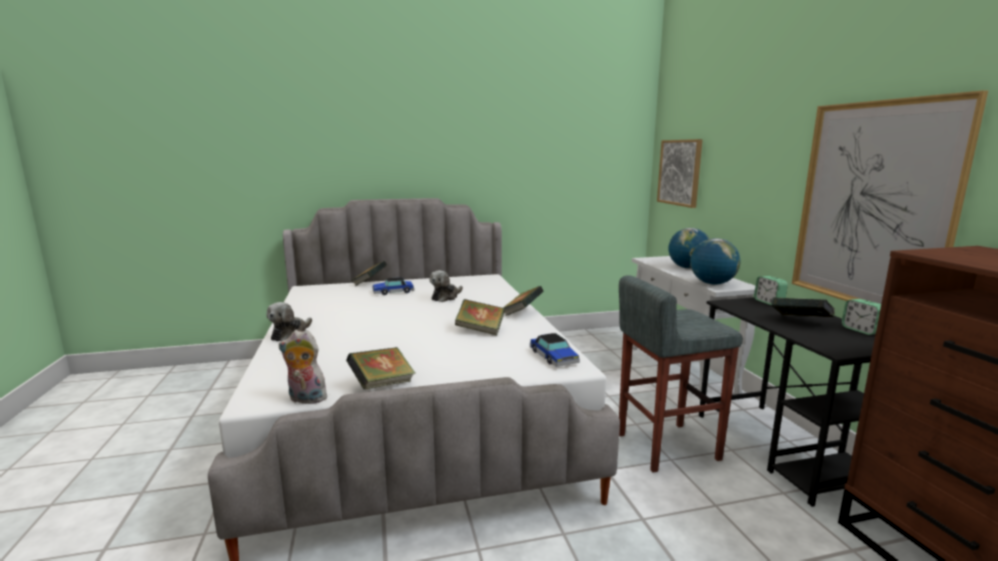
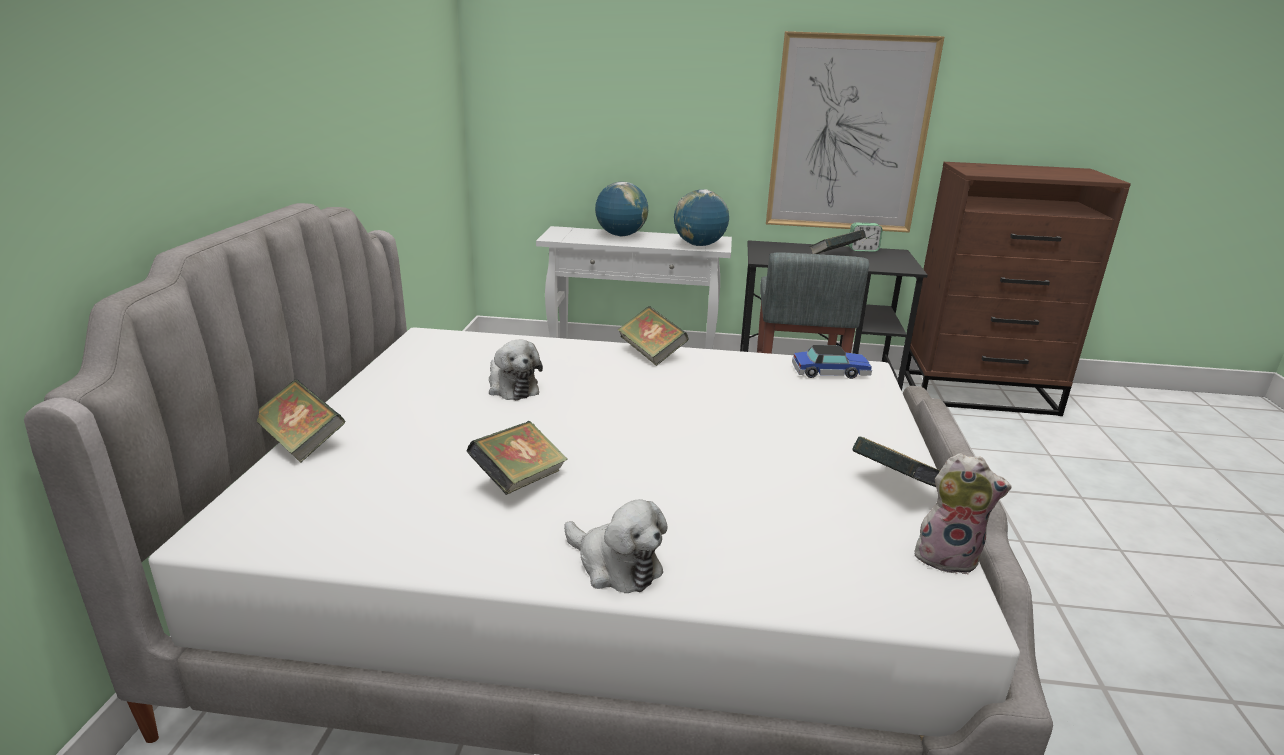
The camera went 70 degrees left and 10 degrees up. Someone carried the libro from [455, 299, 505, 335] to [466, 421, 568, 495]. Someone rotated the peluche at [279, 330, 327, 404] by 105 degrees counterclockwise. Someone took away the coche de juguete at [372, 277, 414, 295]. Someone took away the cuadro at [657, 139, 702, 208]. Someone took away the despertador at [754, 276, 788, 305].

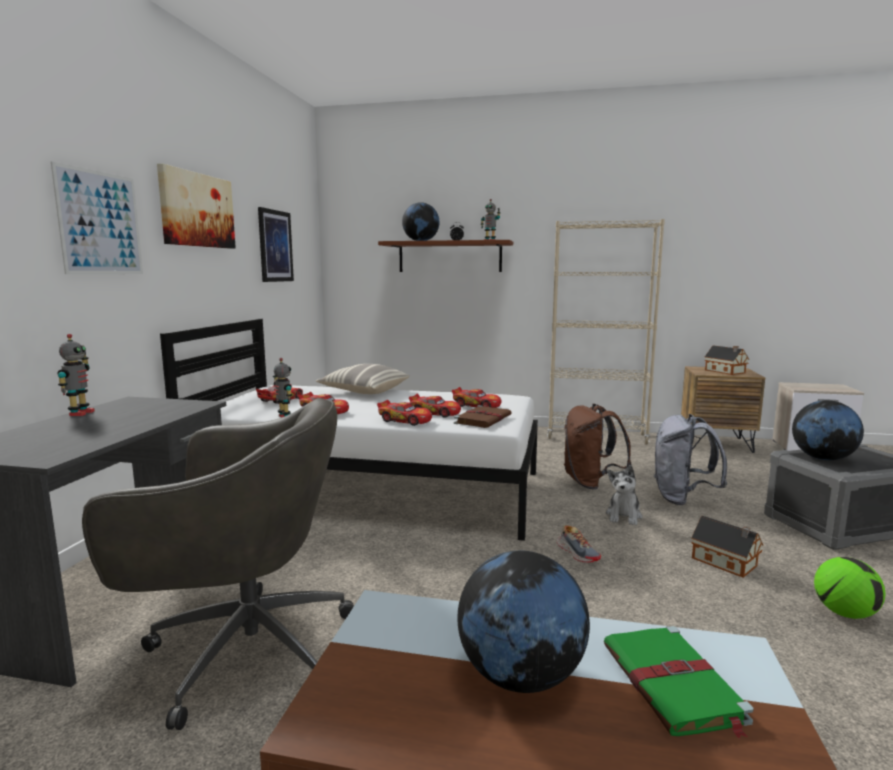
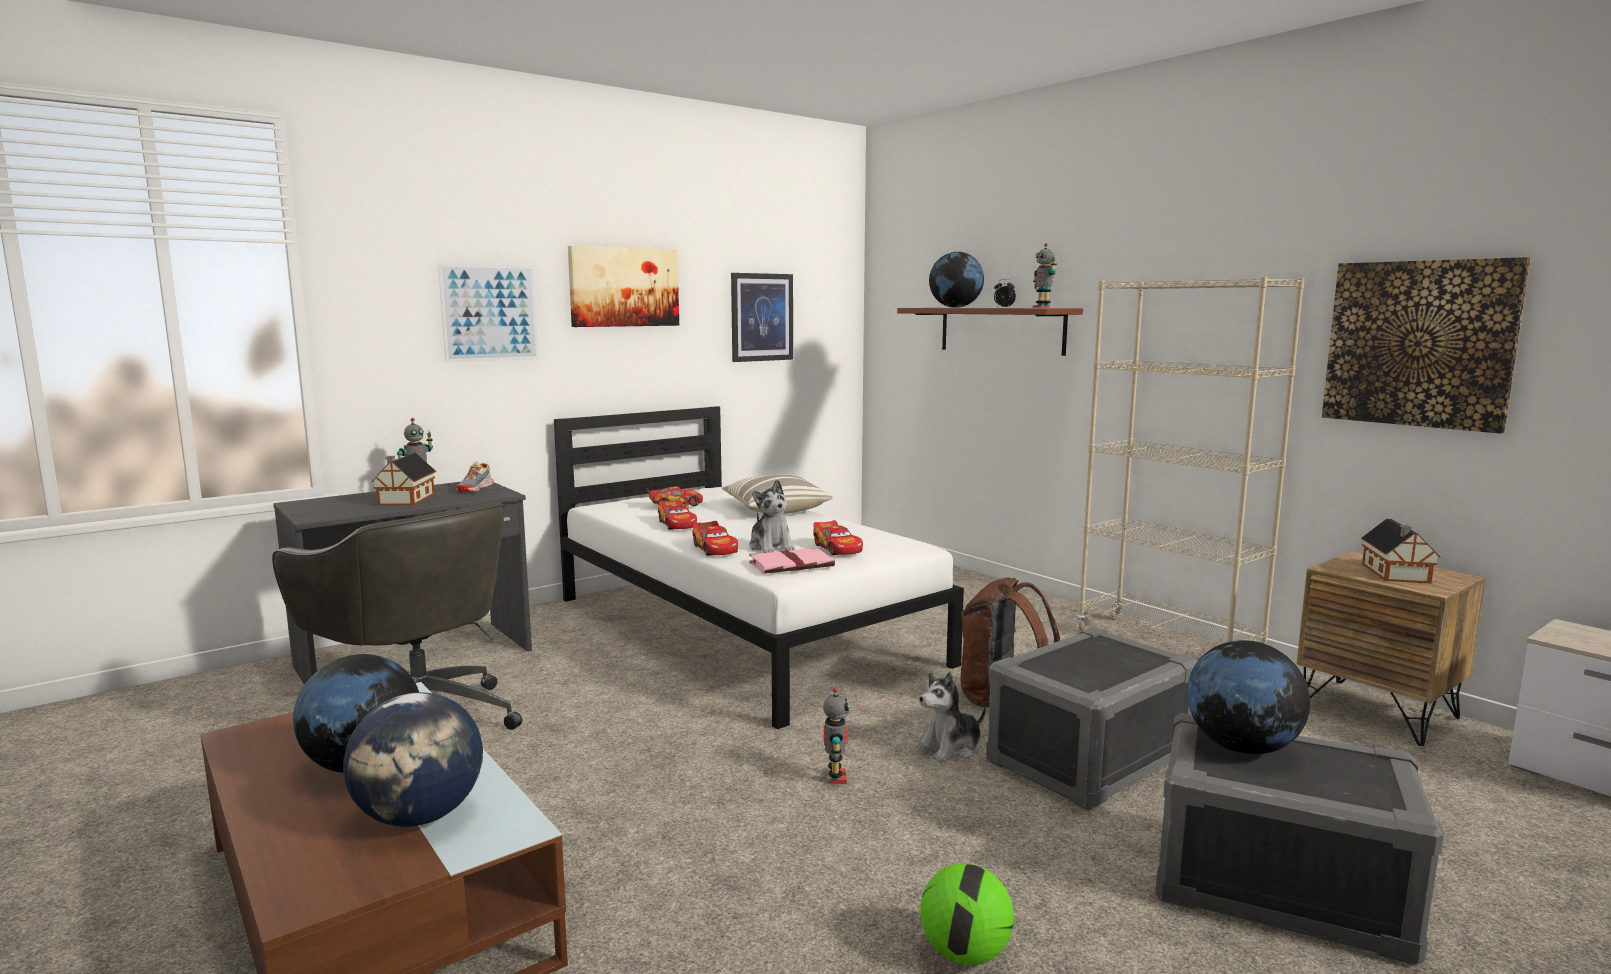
The camera went 40 degrees right and 0 degrees up. Someone swapped the libro [verde] at [604, 626, 754, 739] for the globo terráqueo at [343, 692, 483, 827]. Someone carried the casita from [691, 516, 763, 578] to [371, 453, 436, 505]. Someone carried the zapato from [557, 525, 601, 563] to [457, 461, 494, 492]. Someone swapped the coche de juguete at [409, 394, 461, 418] for the peluche at [749, 480, 795, 553]. Someone repainted the libro [marrón] at [454, 405, 512, 428], which became the libro [rosa] at [749, 547, 835, 574]. Someone carried the robot de juguete from [273, 358, 292, 417] to [823, 687, 850, 784]. Someone swapped the mochila [gris] at [654, 414, 727, 505] for the caja de almacenaje [gris] at [986, 627, 1197, 811]. Someone put up the cuadro at [1322, 257, 1531, 434].

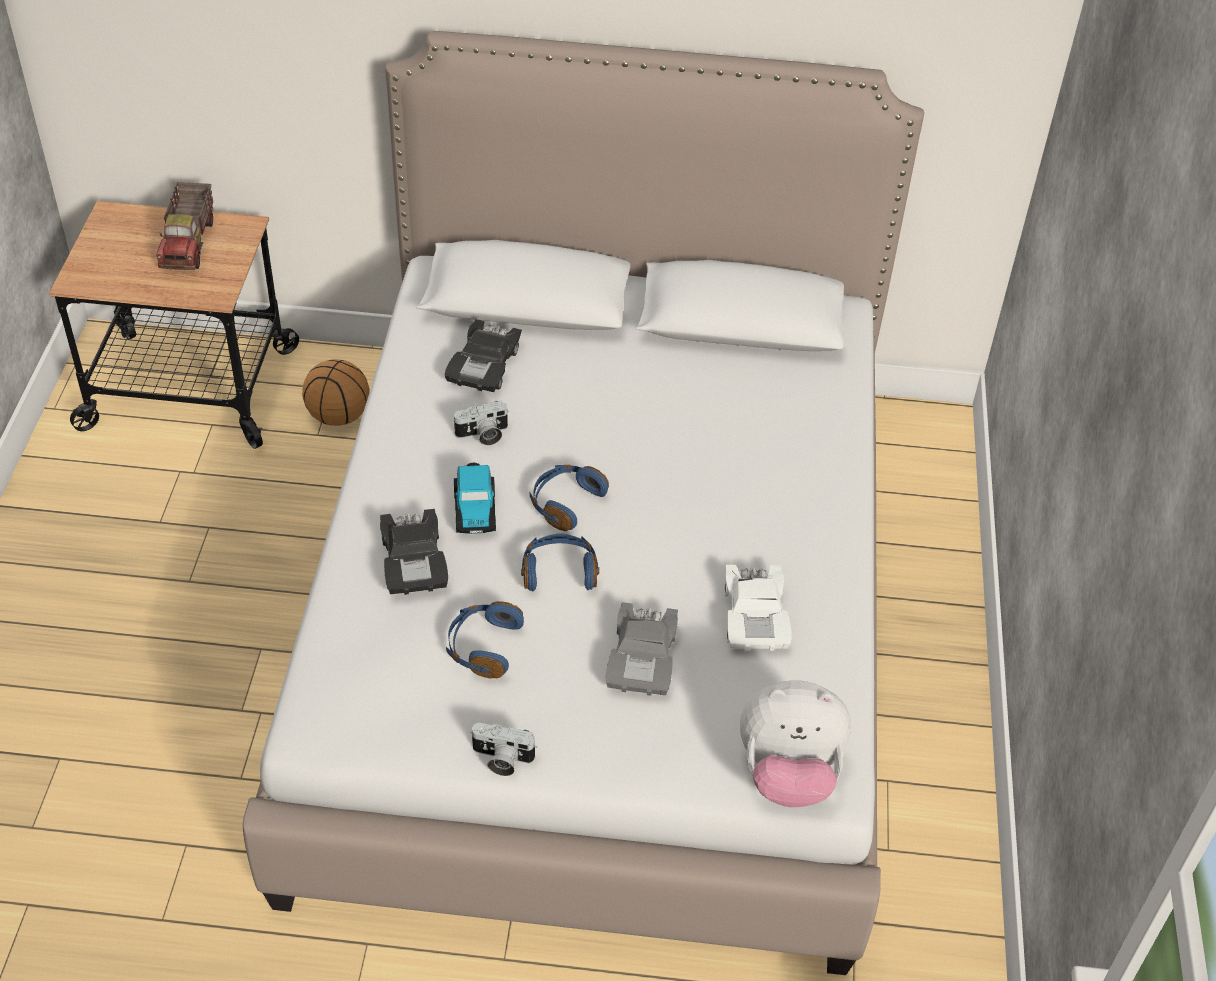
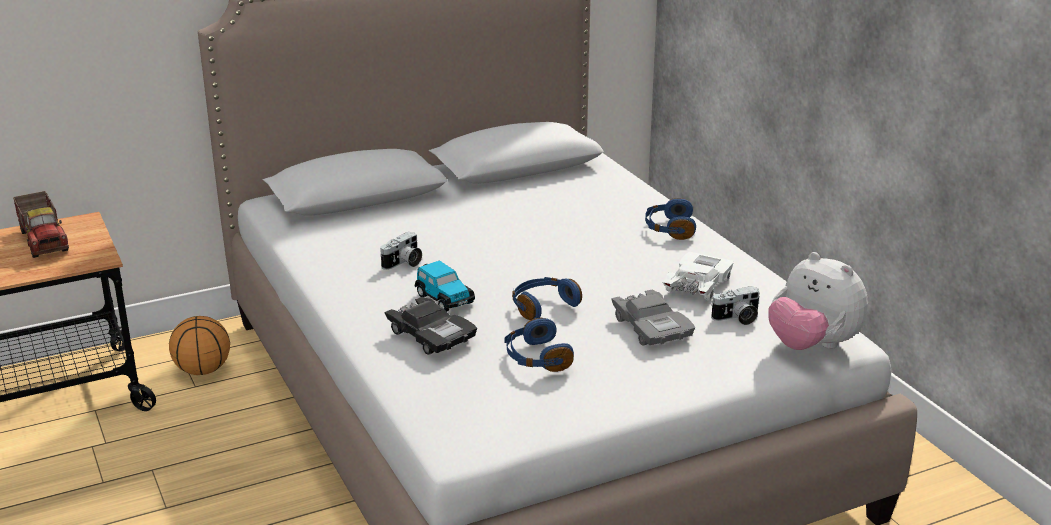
The camera went 30 degrees left and 20 degrees down. Someone carried the auriculares [azul] from [530, 465, 609, 531] to [645, 198, 696, 240]. Someone rotated the coche de juguete [blanco] at [724, 565, 792, 651] by 120 degrees counterclockwise. Someone carried the cámara from [470, 723, 537, 776] to [711, 286, 760, 325]. Someone rotated the peluche at [740, 680, 851, 807] by 75 degrees clockwise. Someone took away the coche de juguete [negro] at [445, 319, 522, 392].

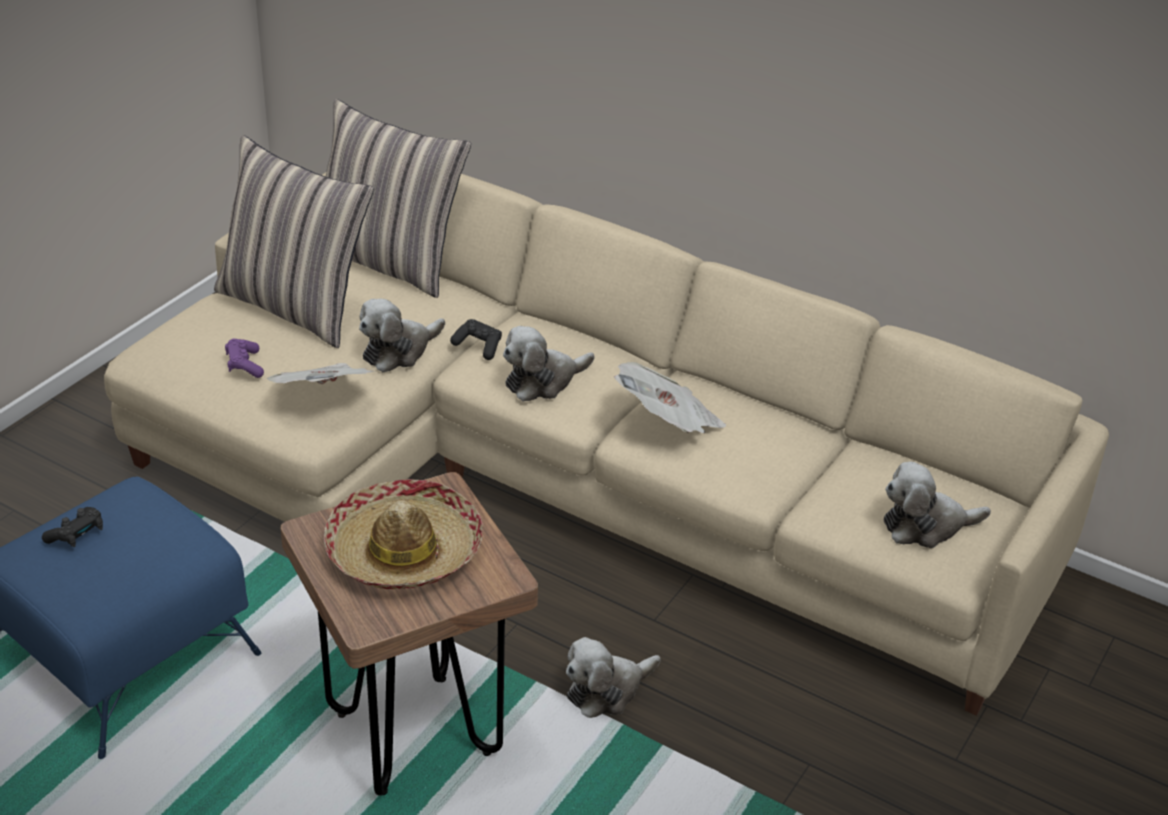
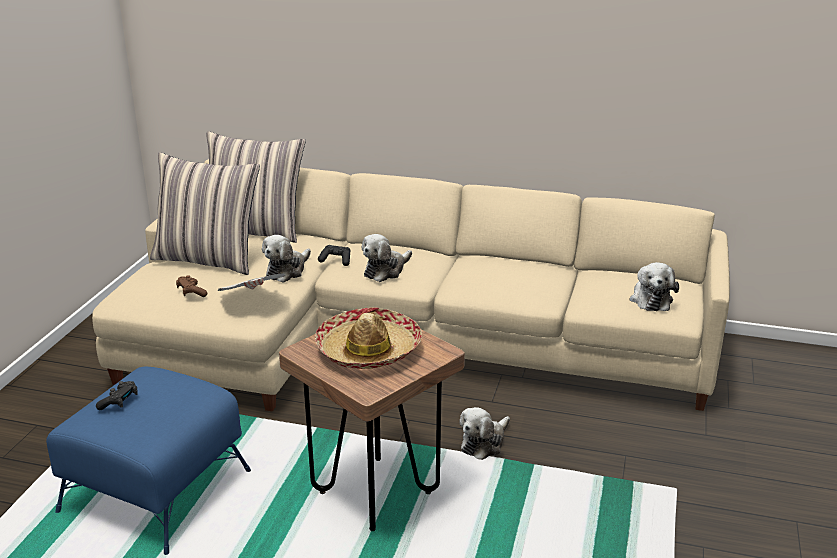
The camera went 15 degrees left and 10 degrees down. Someone repainted the mando de consola [morado] at [225, 338, 264, 378], which became the mando de consola [marrón] at [176, 275, 207, 297]. Someone rotated the peluche at [884, 462, 991, 548] by 60 degrees counterclockwise. Someone took away the periódico at [614, 362, 726, 433].

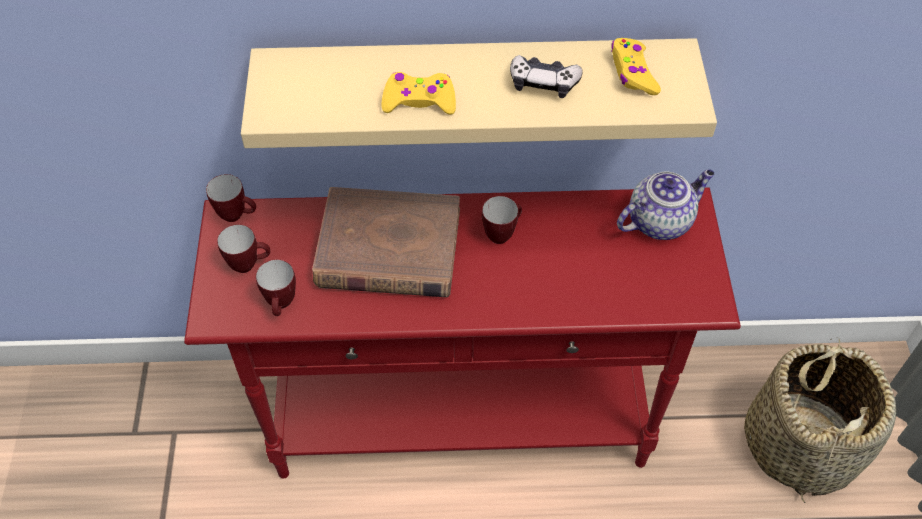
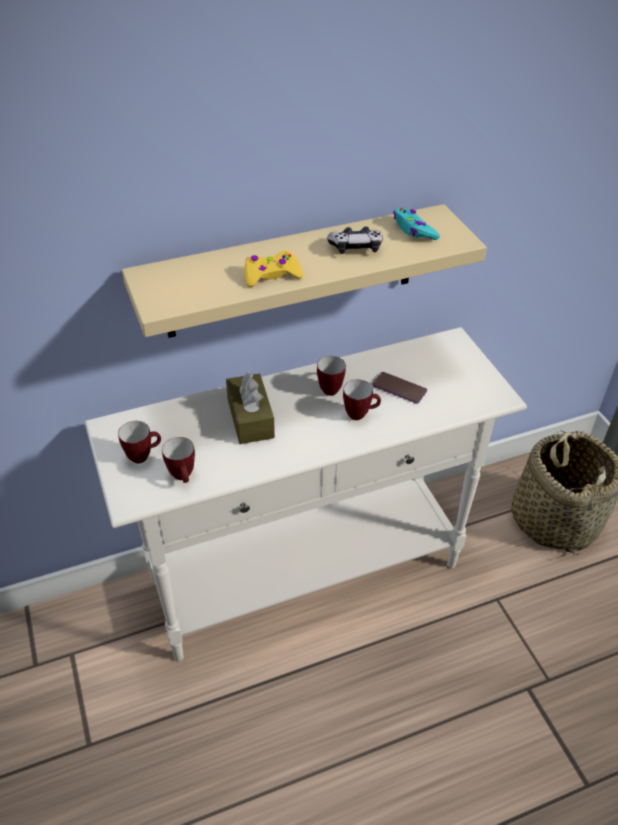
The camera went 20 degrees left and 10 degrees down. Someone repainted the mesa consola [rojo] at [184, 187, 741, 479], which became the mesa consola [blanco] at [85, 327, 527, 661]. Someone swapped the libro [marrón] at [312, 187, 460, 297] for the caja de pañuelos [marrón] at [226, 371, 275, 444]. Someone carried the taza grande from [206, 174, 256, 222] to [343, 380, 381, 420]. Someone put down the móvil at [372, 372, 427, 404]. Someone repainted the mando de consola [amarillo] at [611, 38, 661, 95], which became the mando de consola [turquesa] at [393, 208, 440, 240]. Someone took away the tetera at [617, 169, 715, 240].

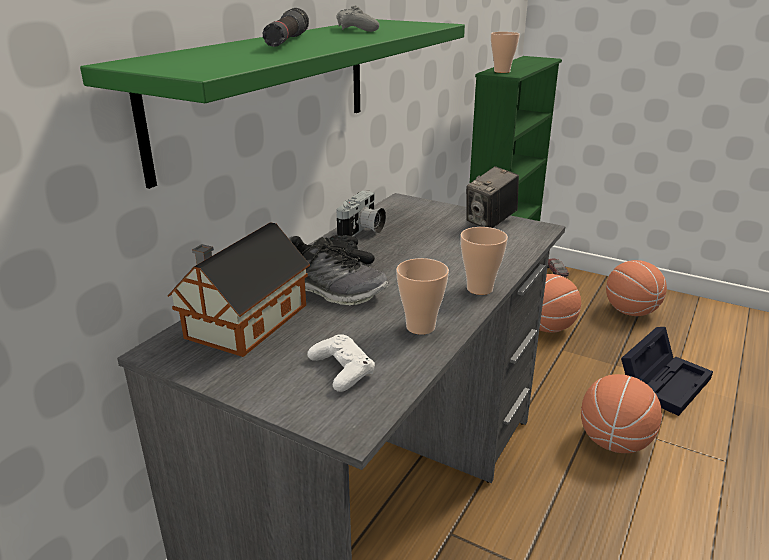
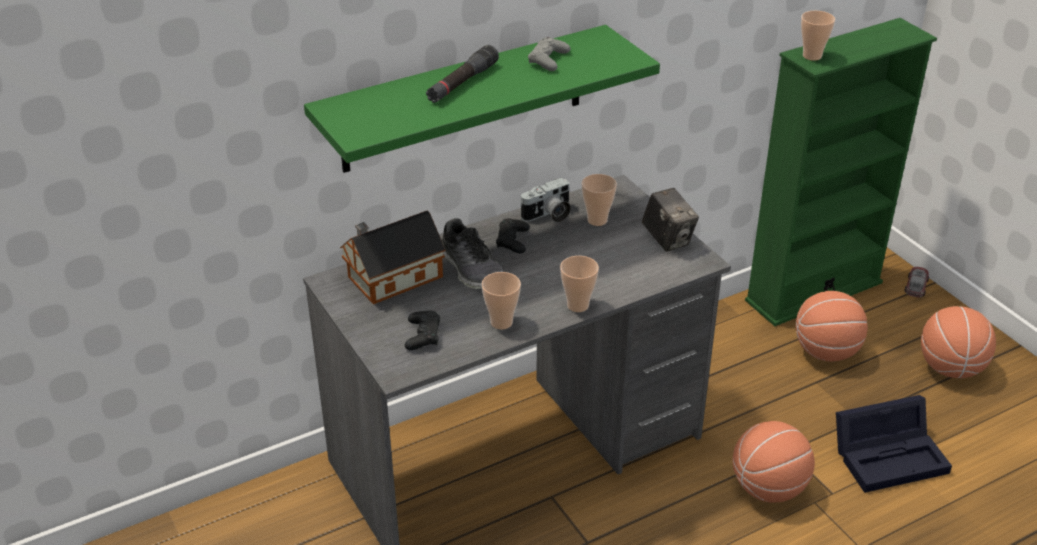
The camera went 30 degrees right and 10 degrees up. Someone repainted the mando de consola [blanco] at [307, 334, 375, 392], which became the mando de consola [negro] at [405, 311, 440, 350]. Someone put down the taza at [582, 174, 617, 226]. Someone rotated the cámara at [466, 166, 519, 228] by 105 degrees counterclockwise.

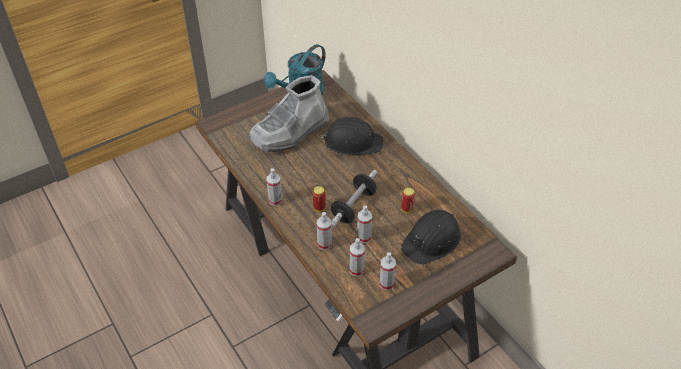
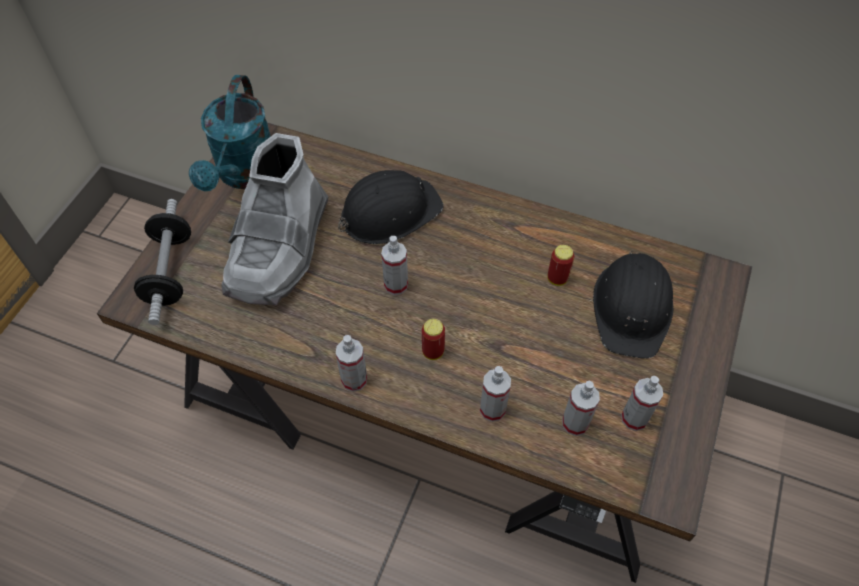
The camera went 35 degrees left and 10 degrees up. Someone carried the mancuerna from [331, 170, 378, 228] to [134, 199, 191, 325]. Someone carried the pulverizador from [357, 205, 372, 243] to [381, 236, 408, 295].

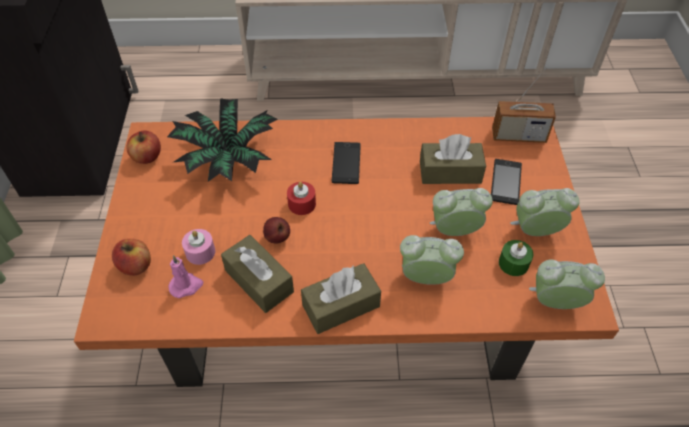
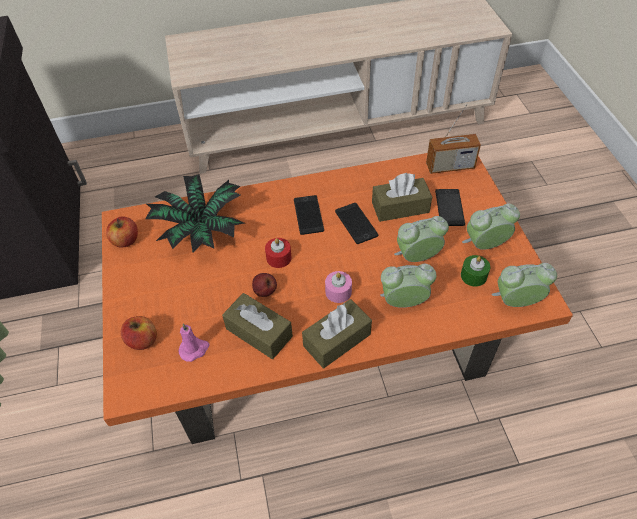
The camera went 10 degrees left and 0 degrees up. Someone carried the vela [rosa] from [182, 229, 215, 265] to [325, 271, 352, 303]. Someone put down the móvil at [335, 203, 378, 244].

